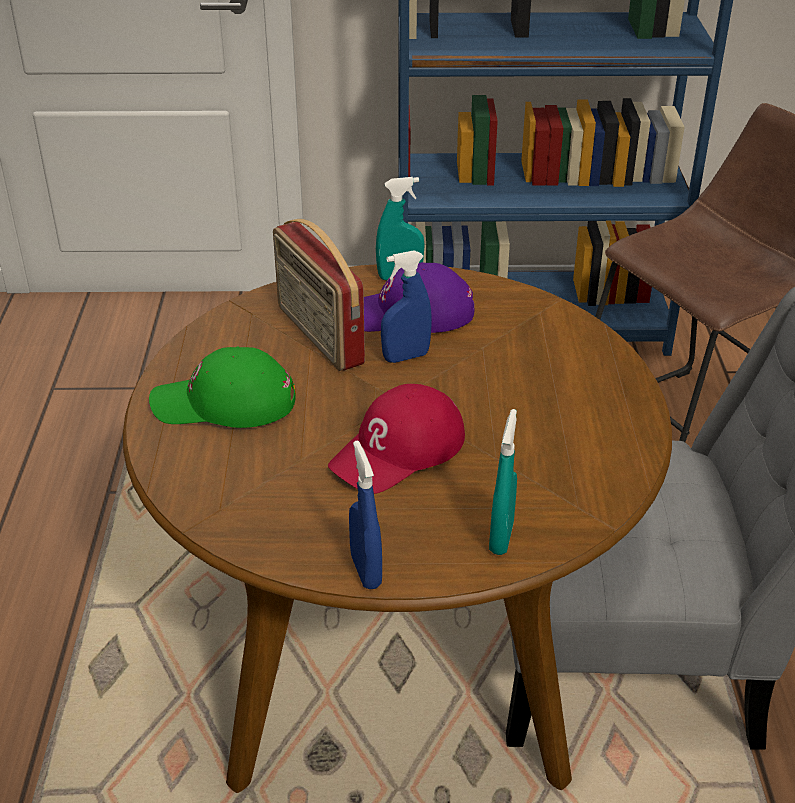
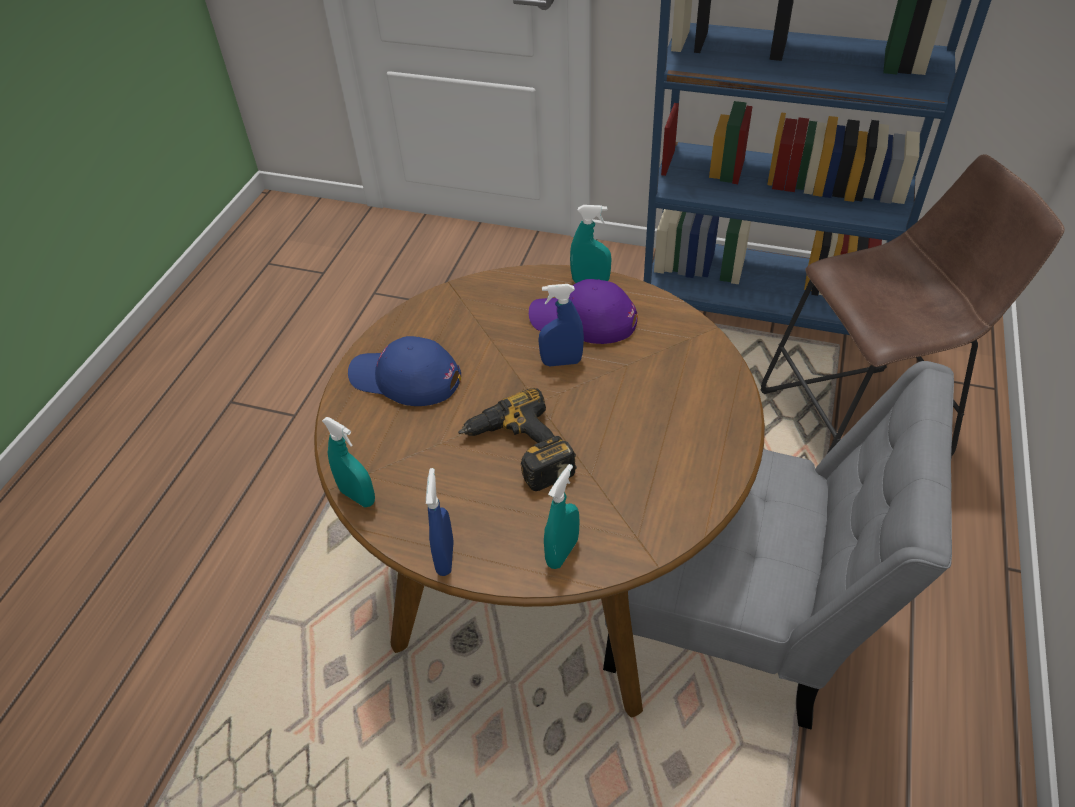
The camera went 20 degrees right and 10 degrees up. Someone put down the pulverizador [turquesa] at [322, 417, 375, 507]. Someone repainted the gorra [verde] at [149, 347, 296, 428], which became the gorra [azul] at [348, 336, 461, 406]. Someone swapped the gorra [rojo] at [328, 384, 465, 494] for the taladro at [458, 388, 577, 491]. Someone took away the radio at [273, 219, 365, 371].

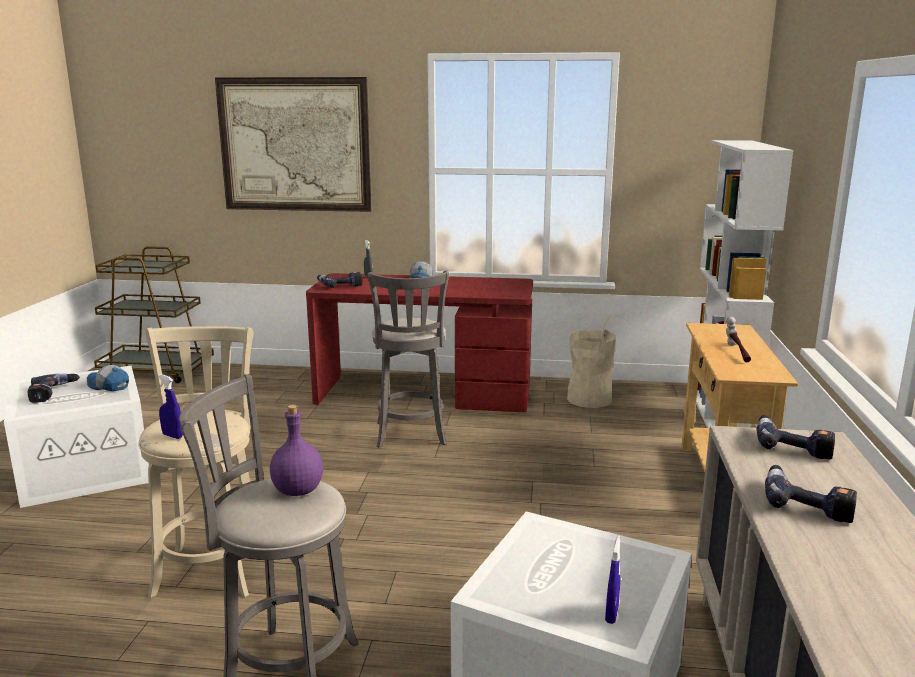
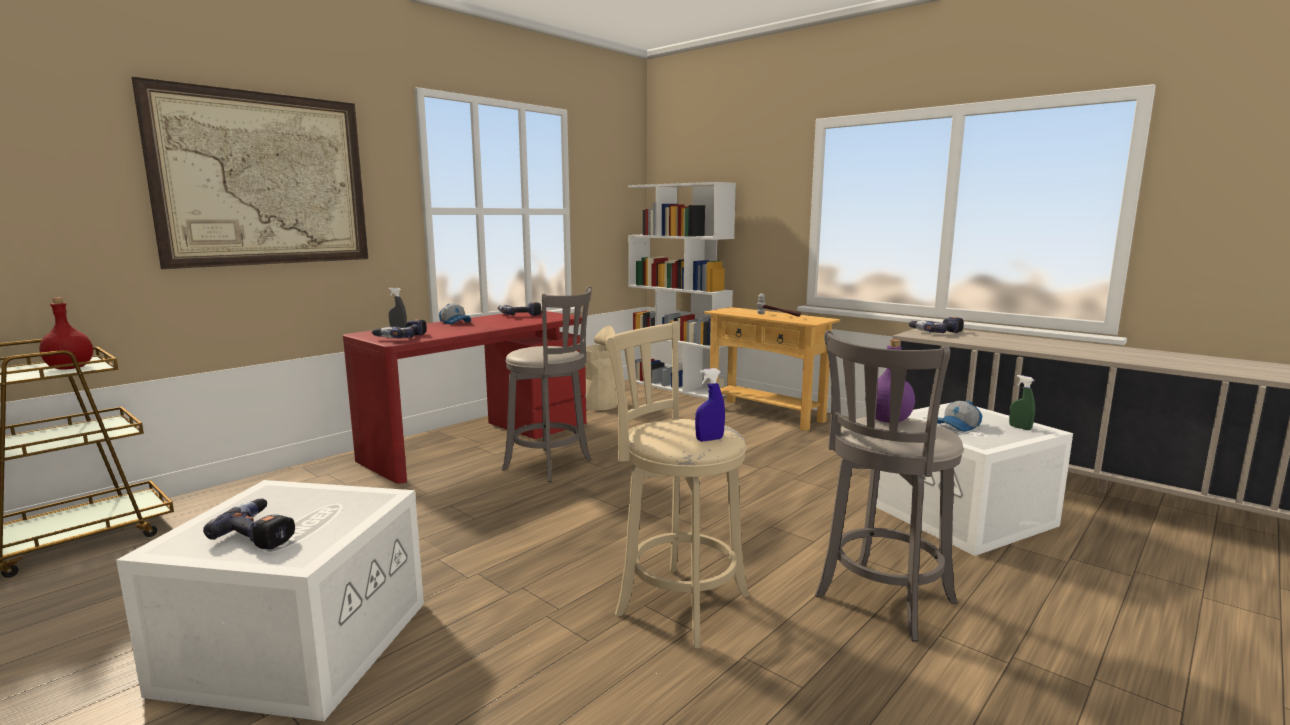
The camera went 55 degrees left and 5 degrees down. Someone put down the botella [rojo] at [39, 297, 93, 370]. Someone carried the taladro from [765, 465, 857, 523] to [498, 302, 541, 316]. Someone carried the gorra from [87, 365, 129, 391] to [937, 401, 982, 432]. Someone repainted the pulverizador [azul] at [605, 536, 620, 624], which became the pulverizador [verde] at [1009, 375, 1035, 430].

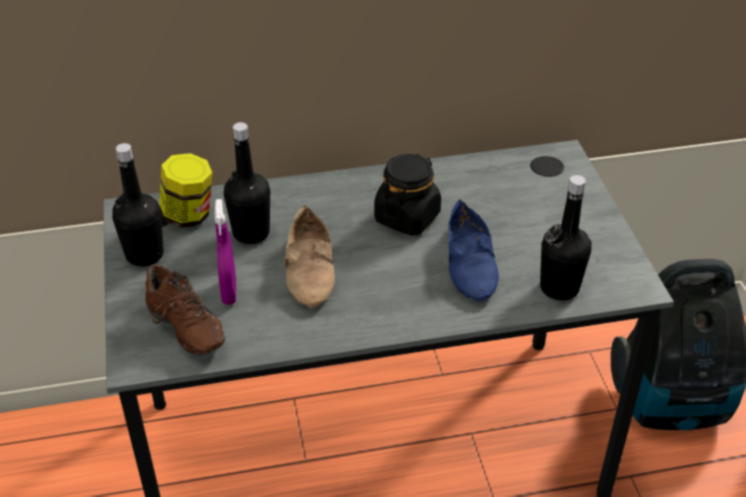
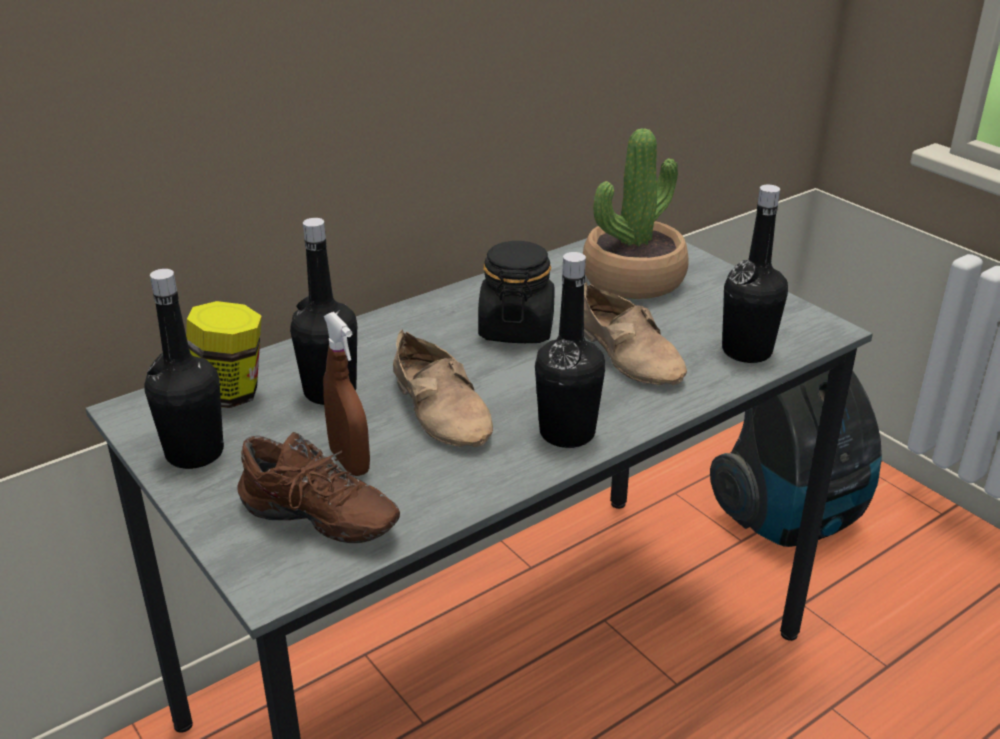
The camera went 25 degrees left and 10 degrees down. Someone repainted the pulverizador [morado] at [215, 199, 236, 305], which became the pulverizador [marrón] at [323, 312, 370, 476]. Someone put down the botella [negro] at [535, 252, 605, 448]. Someone put down the planta en maceta at [583, 128, 688, 299]. Someone repainted the zapato [azul] at [448, 199, 499, 301], which became the zapato [beis] at [584, 282, 687, 385].

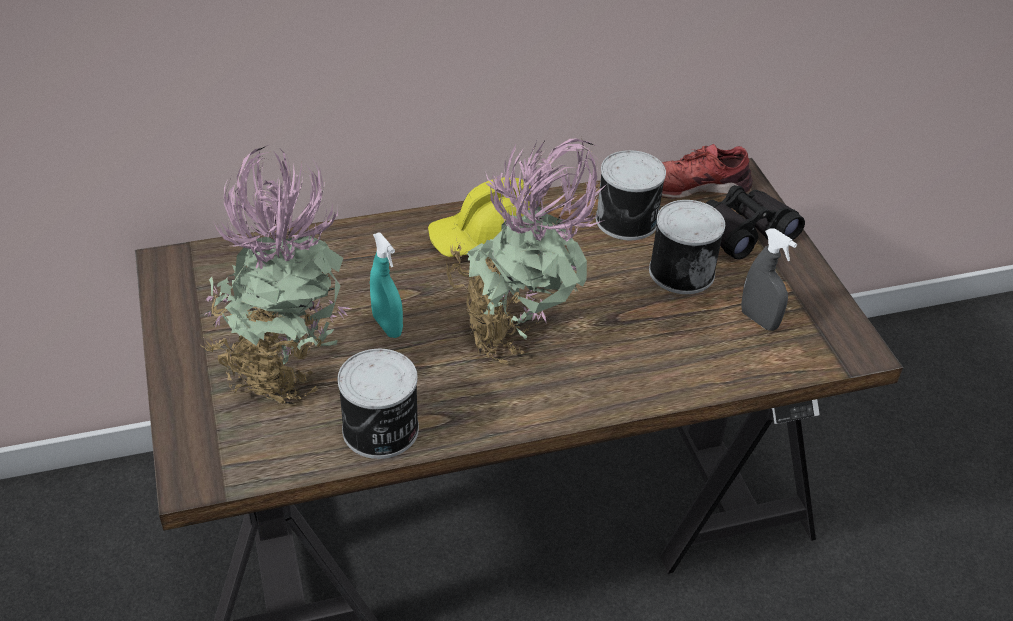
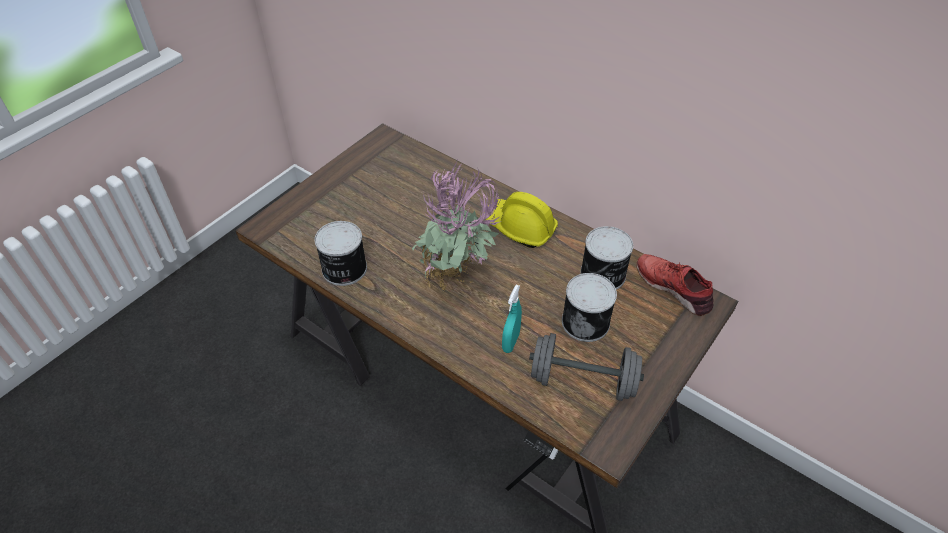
The camera went 55 degrees right and 5 degrees up. Someone carried the pulverizador [turquesa] from [370, 232, 403, 338] to [502, 285, 522, 353]. Someone swapped the pulverizador [gris] at [741, 229, 797, 331] for the mancuerna [gris] at [529, 333, 644, 401]. Someone took away the planta en maceta at [200, 145, 351, 408]. Someone took away the prismáticos [negro] at [706, 185, 805, 260].

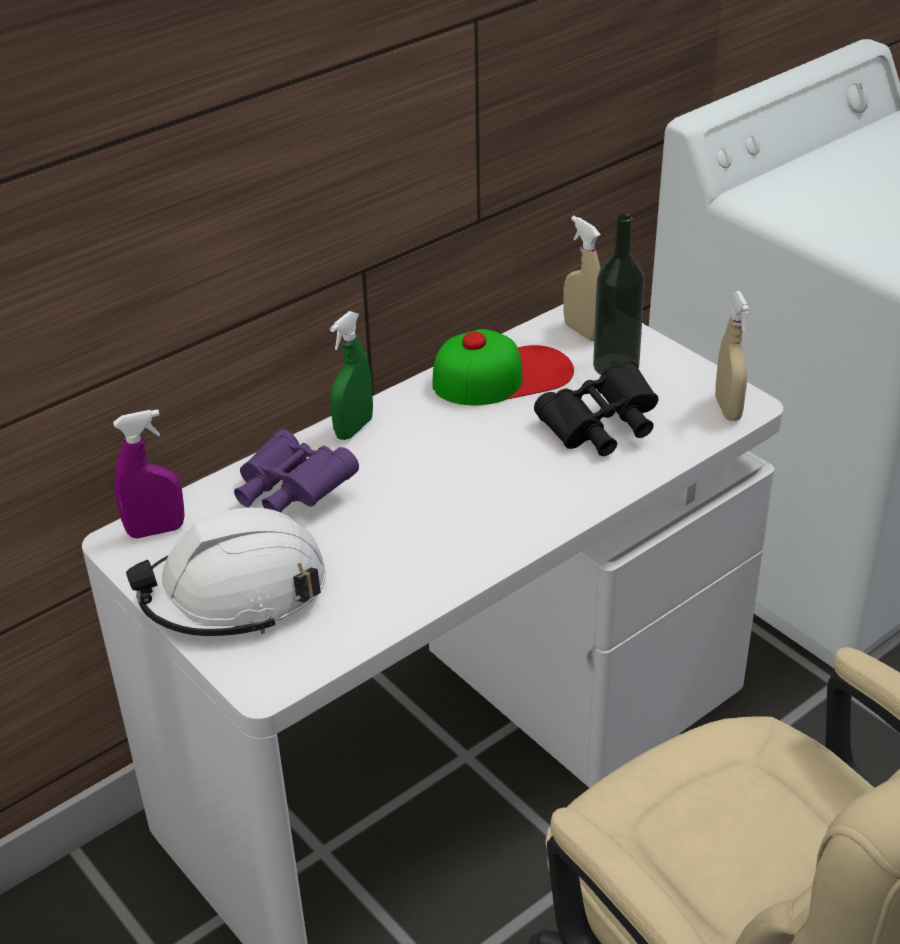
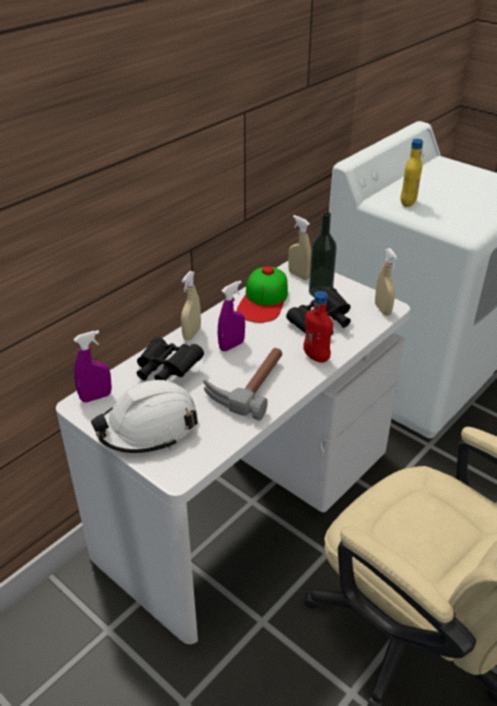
The camera went 10 degrees left and 0 degrees up. Someone repainted the prismáticos [morado] at [234, 429, 359, 512], which became the prismáticos [negro] at [137, 337, 204, 380]. Someone repainted the pulverizador [verde] at [330, 311, 373, 440], which became the pulverizador [beis] at [181, 271, 201, 340]. Someone put down the martillo at [203, 348, 282, 421]. Someone put down the pulverizador [morado] at [218, 281, 245, 351]. Someone rotated the gorra at [432, 329, 574, 406] by 135 degrees clockwise. Someone put down the botella [rojo] at [303, 291, 333, 363]. Someone put down the botella [amarillo] at [400, 139, 423, 207].

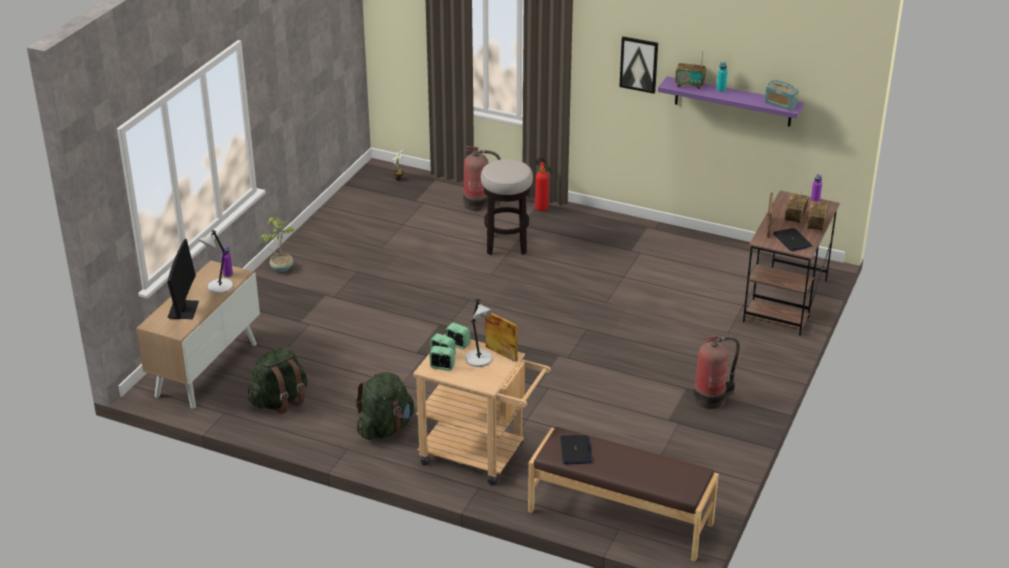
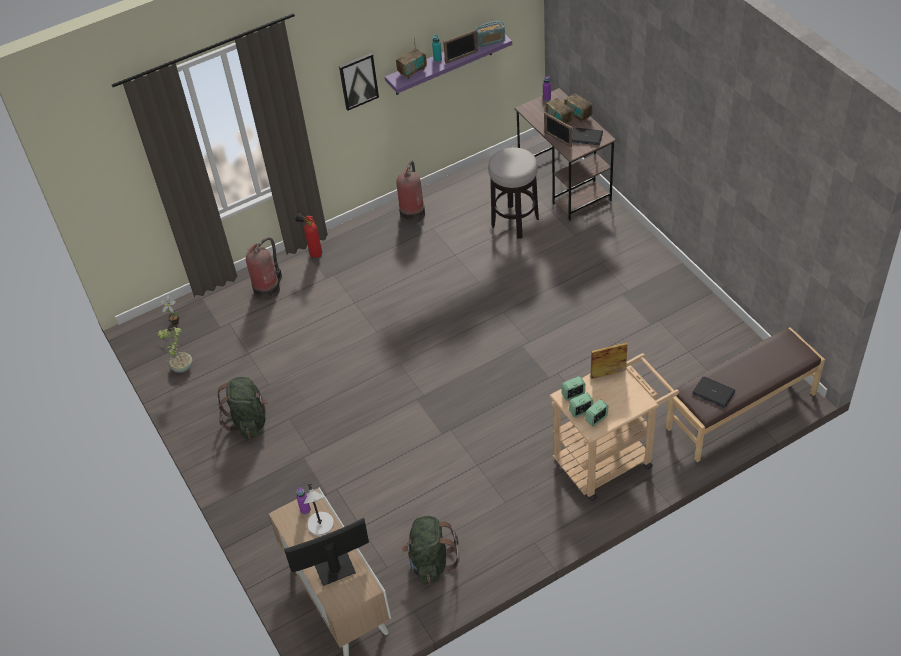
The camera went 50 degrees left and 15 degrees up. Someone carried the planta en maceta from [261, 217, 294, 272] to [157, 327, 193, 373]. Someone carried the mochila [verde] from [355, 372, 414, 440] to [217, 377, 268, 439]. Someone rotated the monitor at [167, 239, 199, 319] by 60 degrees counterclockwise. Someone carried the extintor from [693, 335, 740, 409] to [396, 160, 425, 224]. Someone put down the portarretratos at [443, 29, 478, 64]. Someone carried the taburete from [481, 159, 533, 255] to [488, 147, 539, 239]. Someone took away the lámpara de mesa [gris] at [465, 299, 494, 367].

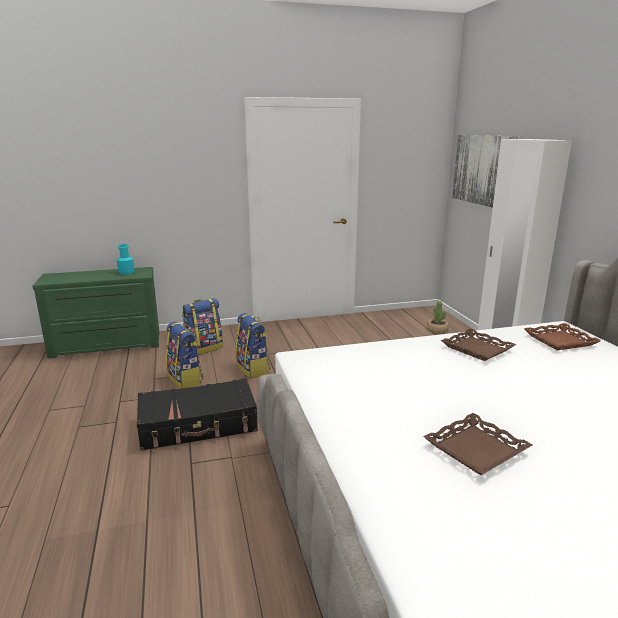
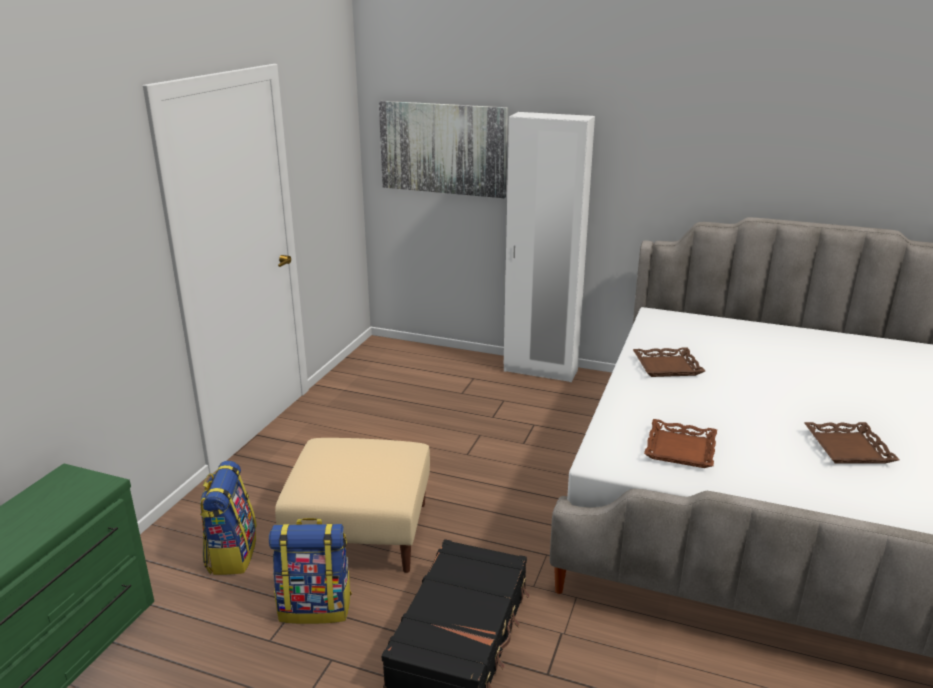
The camera went 55 degrees left and 5 degrees up. Someone swapped the mochila at [235, 313, 270, 379] for the puf [beis] at [275, 438, 430, 573]. Someone carried the bandeja [marrón] from [524, 323, 601, 350] to [644, 419, 717, 468]. Someone took away the botella [turquesa] at [117, 244, 135, 275]. Someone took away the planta en maceta at [427, 301, 448, 333].

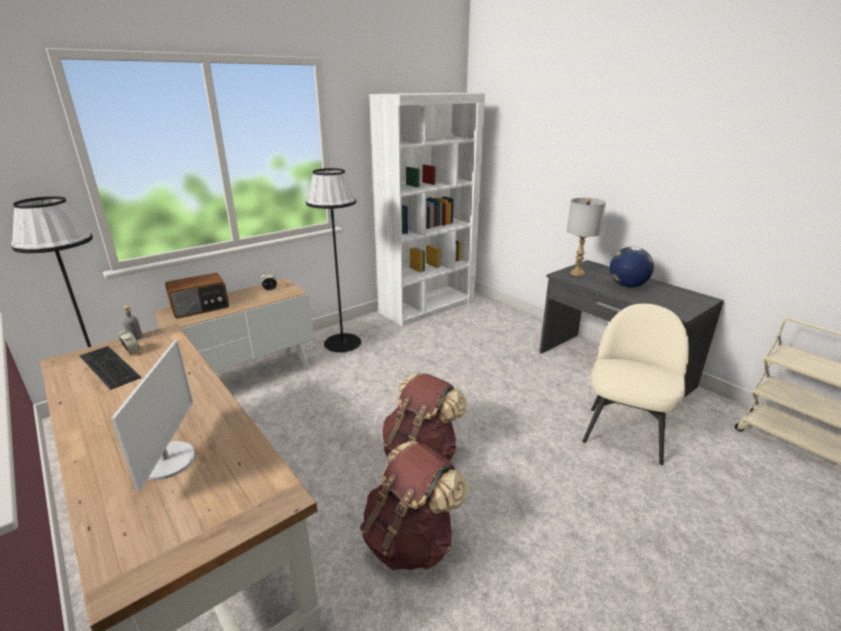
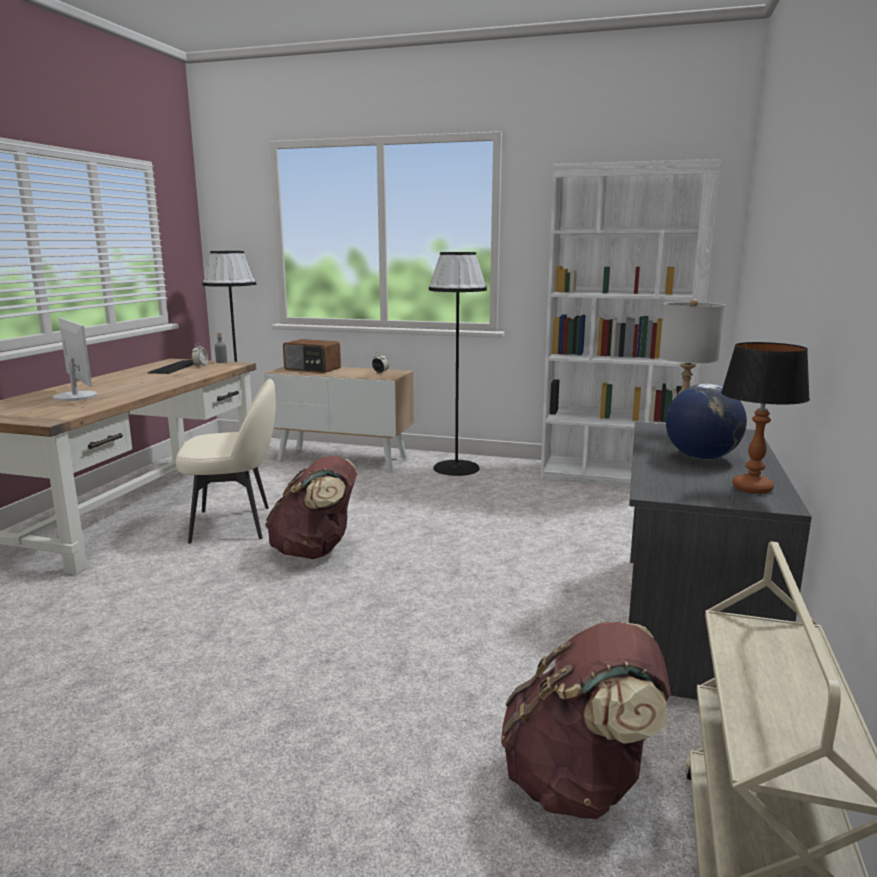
The camera went 55 degrees right and 10 degrees down. Someone rotated the monitor at [111, 340, 195, 492] by 90 degrees counterclockwise. Someone carried the silla [beis] from [582, 304, 689, 465] to [176, 379, 276, 544]. Someone carried the mochila [marrón] from [360, 441, 468, 570] to [500, 621, 671, 819]. Someone put down the lámpara de mesa at [721, 342, 810, 494].

